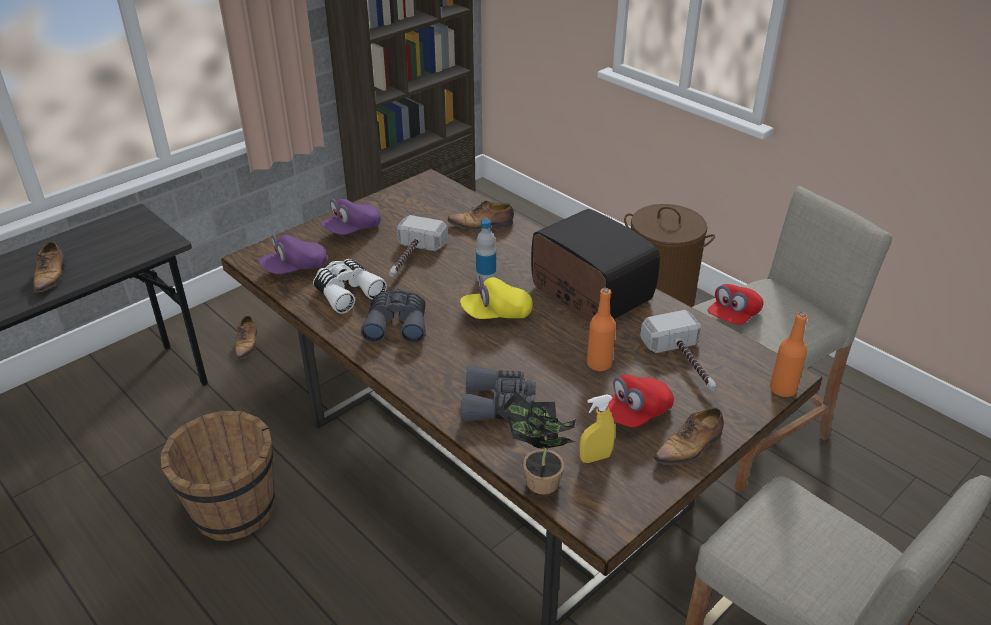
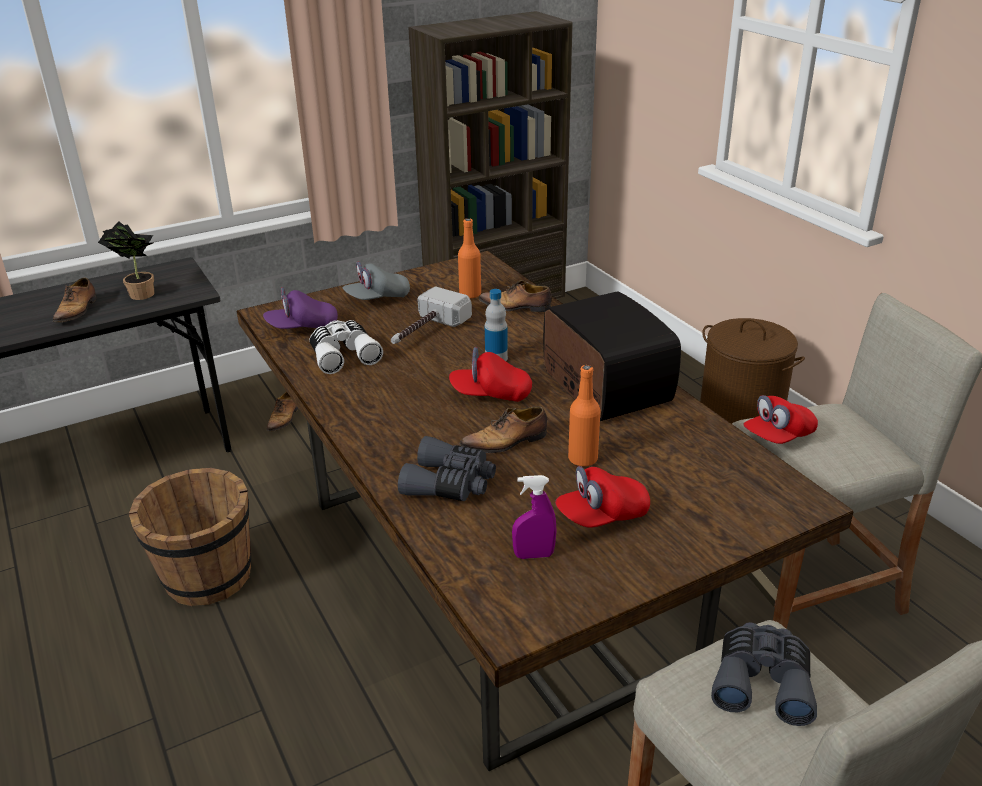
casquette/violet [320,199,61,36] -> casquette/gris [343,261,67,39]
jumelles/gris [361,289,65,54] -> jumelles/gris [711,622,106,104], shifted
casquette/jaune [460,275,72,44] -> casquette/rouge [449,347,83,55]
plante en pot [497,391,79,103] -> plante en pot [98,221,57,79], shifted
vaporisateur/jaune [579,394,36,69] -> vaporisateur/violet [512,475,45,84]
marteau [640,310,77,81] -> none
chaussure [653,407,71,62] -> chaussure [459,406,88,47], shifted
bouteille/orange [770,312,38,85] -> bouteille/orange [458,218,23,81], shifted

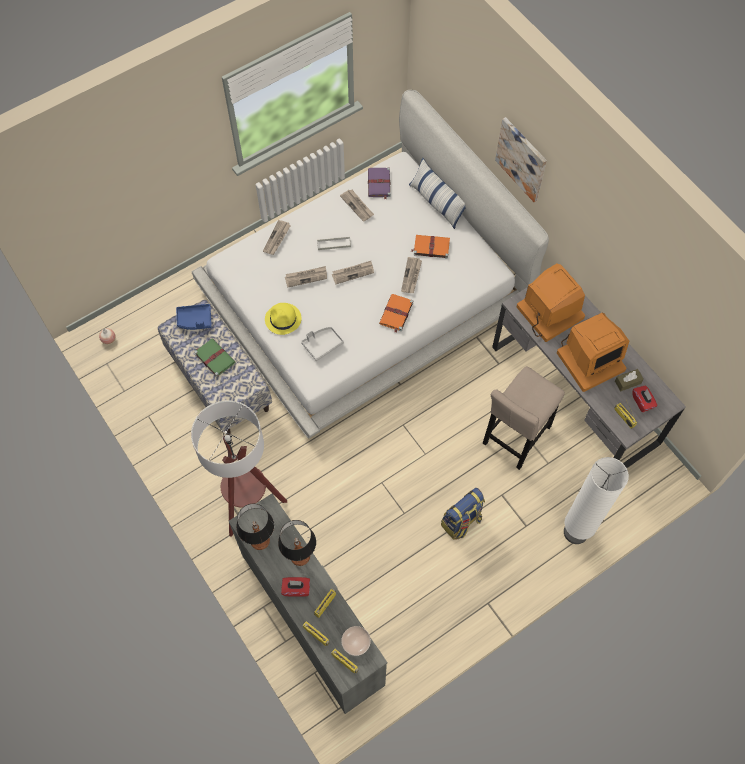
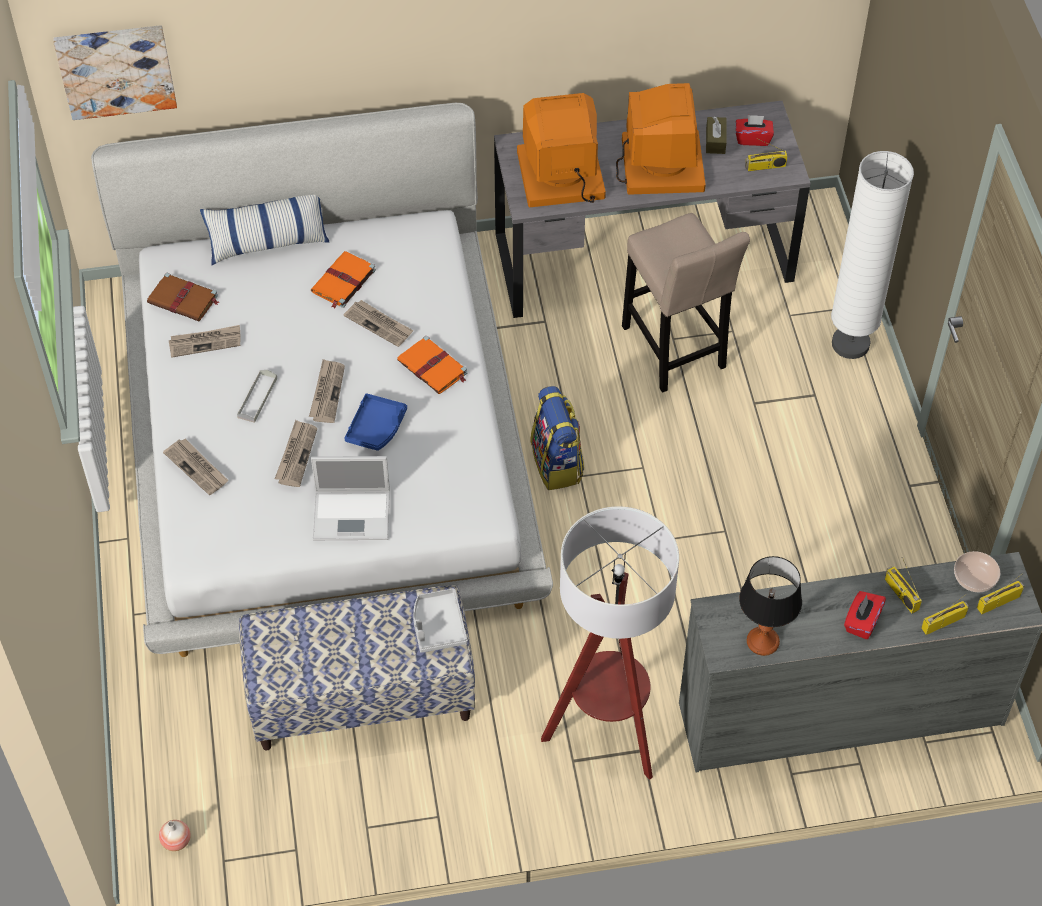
plateau/bleu [176,304,36,26] -> plateau/bleu [345,393,62,58], shifted
livre/vert [194,338,41,39] -> none
chapeau/jaune [265,303,37,32] -> ordinateur portable [311,456,79,84]
lampe de table [278,520,38,46] -> none
plateau/gris [301,327,43,34] -> plateau/gris [413,588,54,65], shifted
livre/violet [368,168,23,32] -> livre/marron [147,273,72,48]
sac à dos [441,488,44,52] -> sac à dos [531,386,53,104], shifted
tableau [495,117,52,85] -> tableau [53,25,124,95], shifted

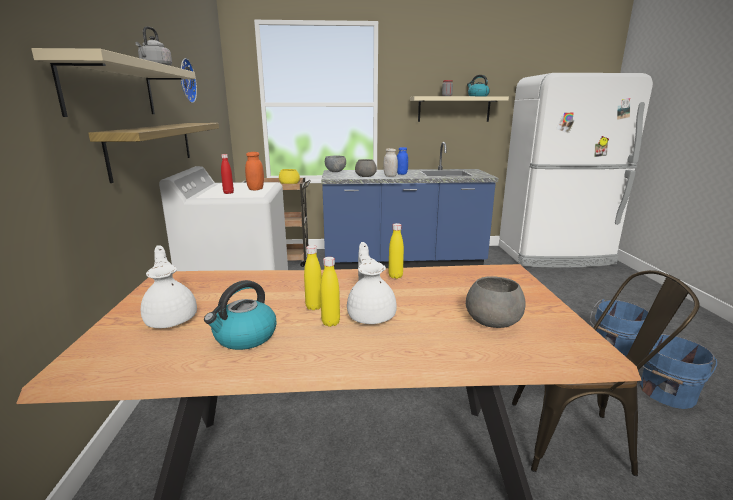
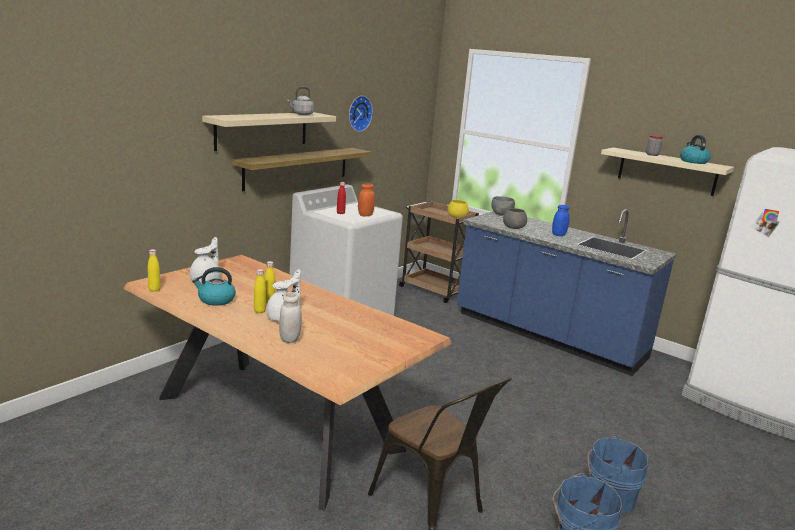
bocal/blanc [383,148,15,29] -> bocal/blanc [279,292,23,51], shifted
bouteille/jaune [388,223,16,56] -> bouteille/jaune [148,249,13,43], shifted
bol/gris [466,276,60,52] -> none

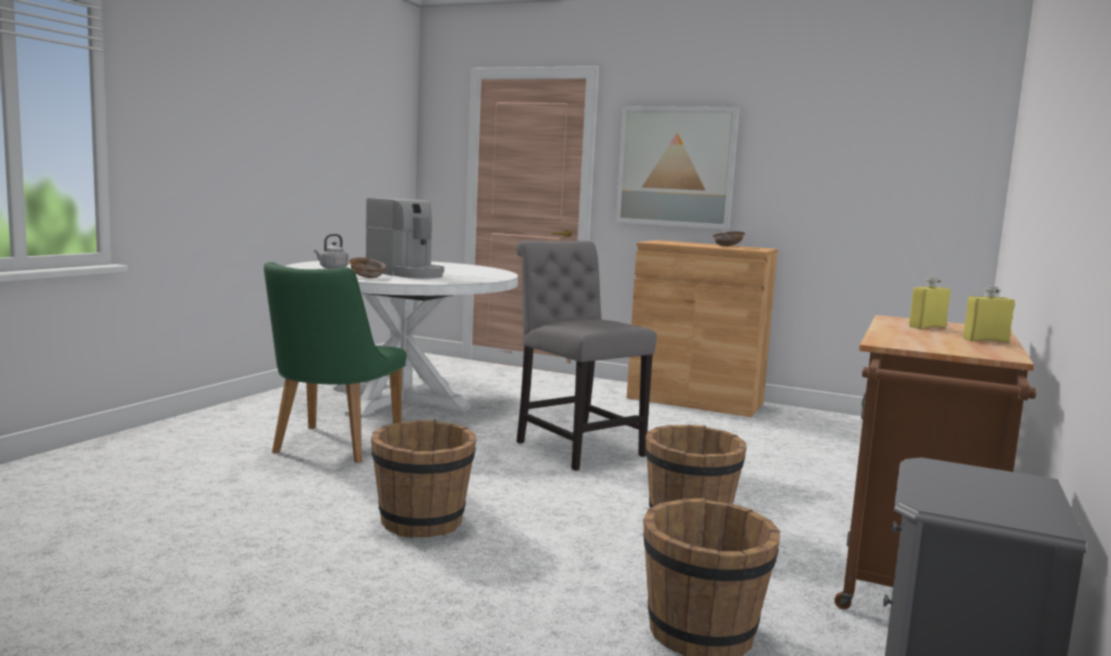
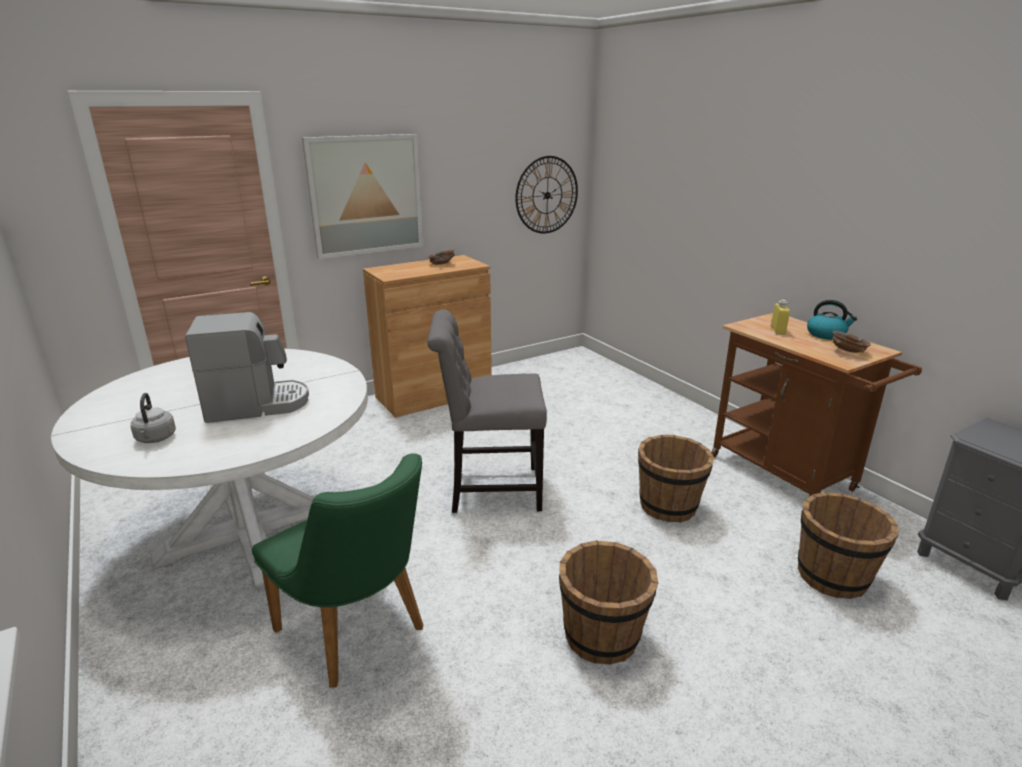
bol/marron [349,257,37,21] -> bol/marron [832,331,39,22], shifted
bouteille/jaune [963,286,52,57] -> bouilloire [807,300,50,40]
none -> horloge murale [515,156,63,78]

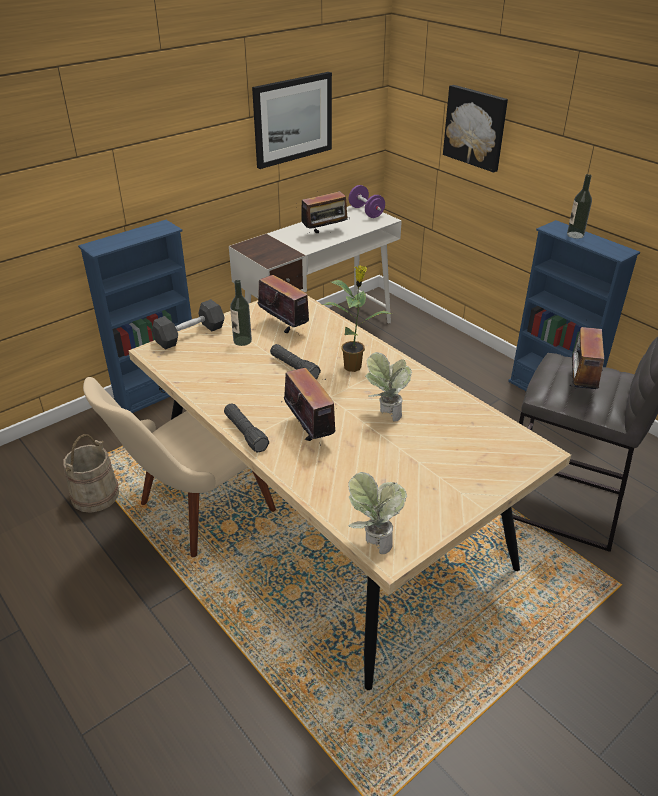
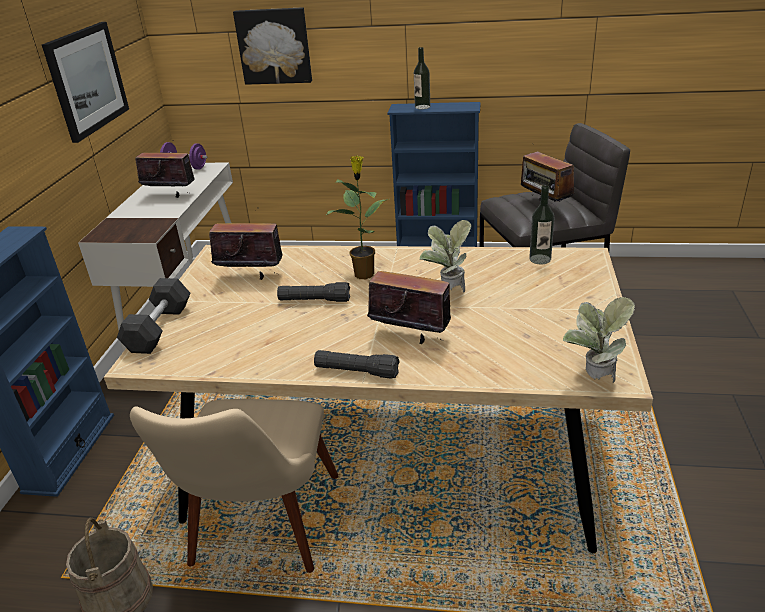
bouteille [230,280,22,66] -> bouteille [529,185,26,79], shifted
radio [301,191,49,43] -> radio [135,153,60,45], 105 degrees counterclockwise

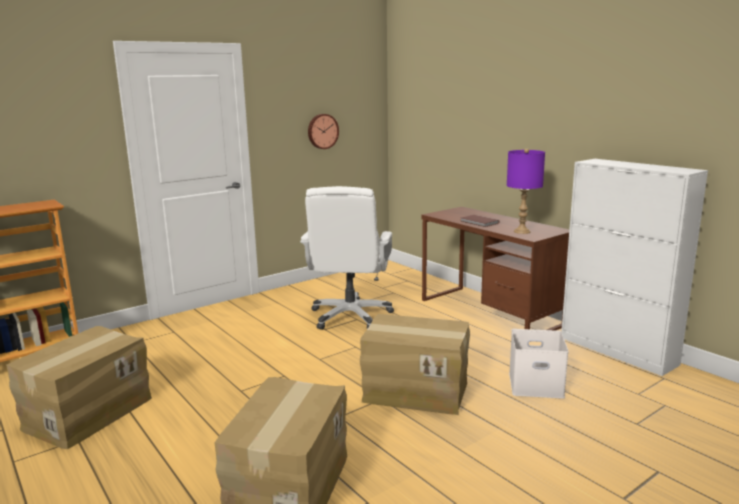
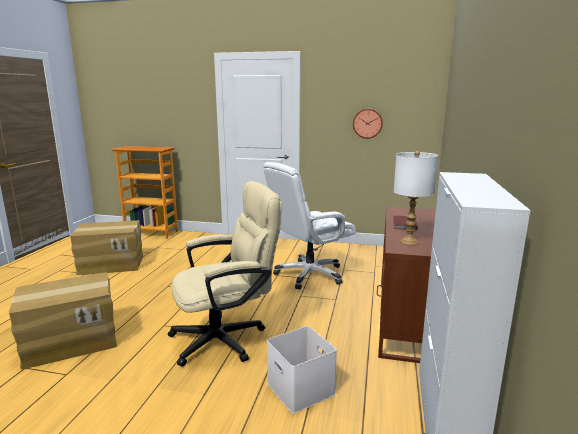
carton [360,314,110,101] -> chaise de bureau/beige [168,181,113,185]
lampe de table/violet [507,149,38,85] -> lampe de table/blanc [394,151,44,94]

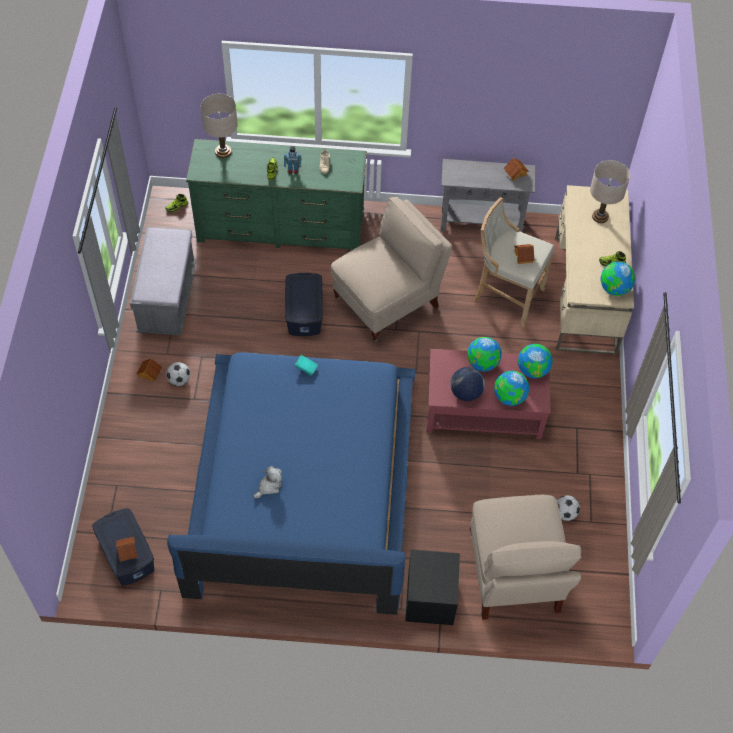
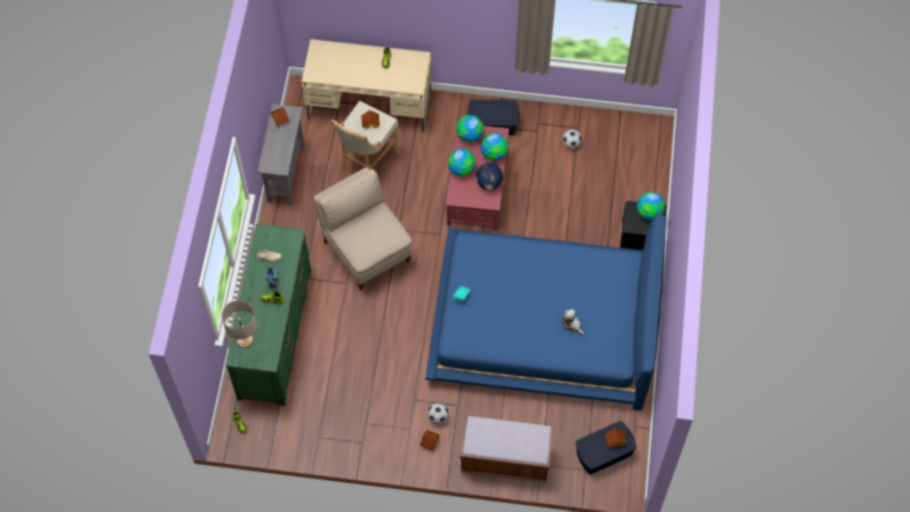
banc/gris [130,227,66,108] -> none
boîte de rangement/bleu [285,273,38,63] -> boîte de rangement/bleu [467,100,53,35], shifted
chaise/beige [470,495,112,125] -> none
lampe de table/beige [590,160,40,63] -> none
globe [600,262,35,34] -> globe [637,192,28,28], shifted
none -> banc/marron [460,416,93,67]

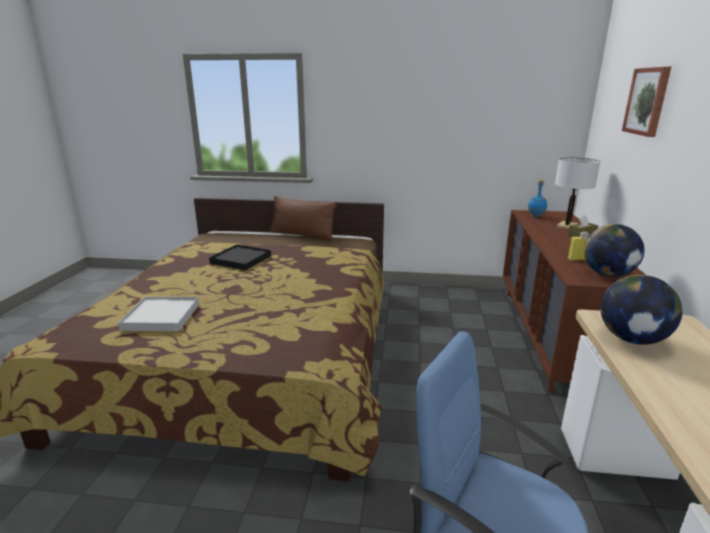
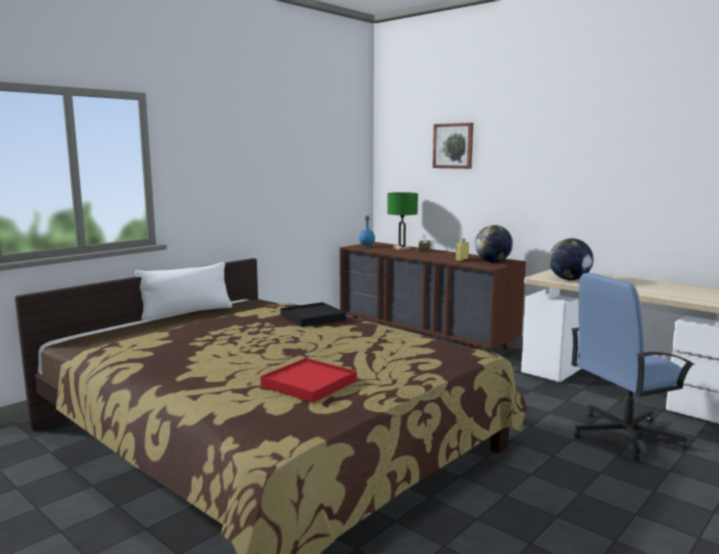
plateau/blanc [118,297,81,34] -> plateau/rouge [260,358,97,45]
plateau/noir [209,244,62,26] -> plateau/noir [280,302,66,25], shifted
coussin/marron [270,195,67,46] -> coussin/blanc [135,262,97,58]
lampe de table/blanc [555,158,45,71] -> lampe de table/vert [387,192,31,58]

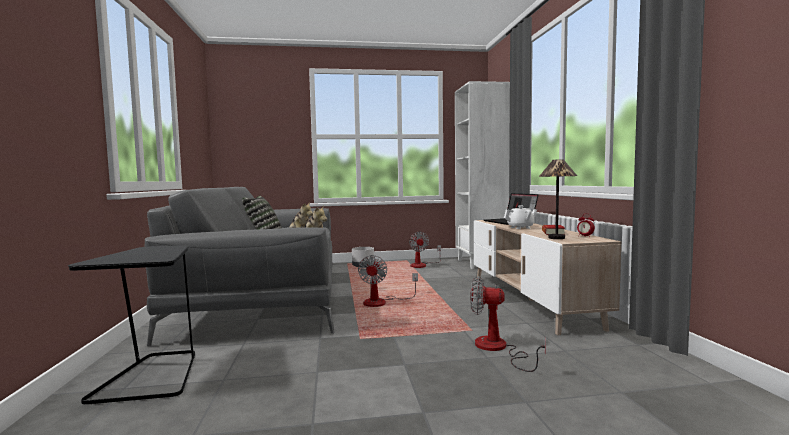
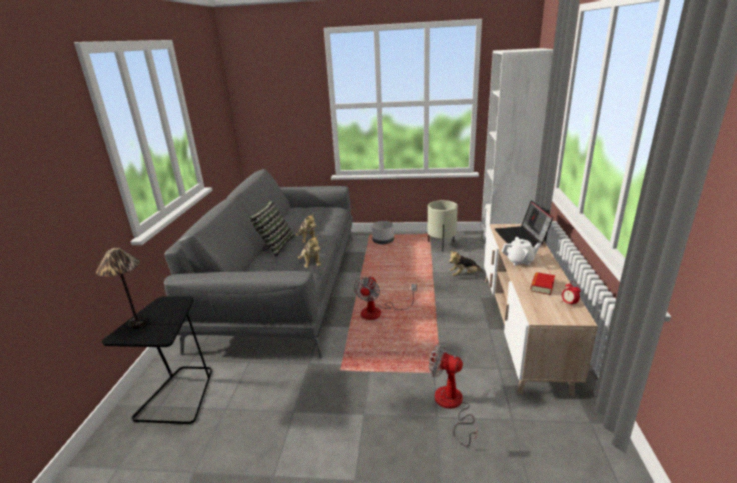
ventilateur [409,232,32,36] -> cache-pot/beige [428,200,30,52]
lampe de table [539,159,38,80] -> lampe de table [96,247,51,81], shifted
none -> peluche [449,251,34,25]

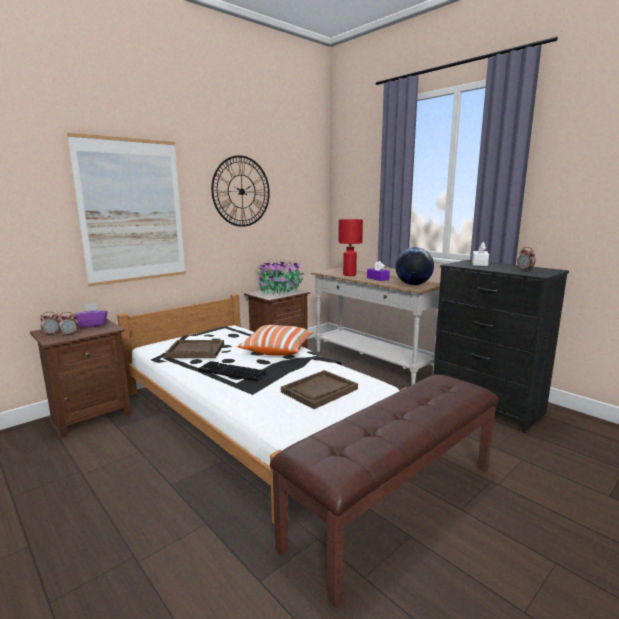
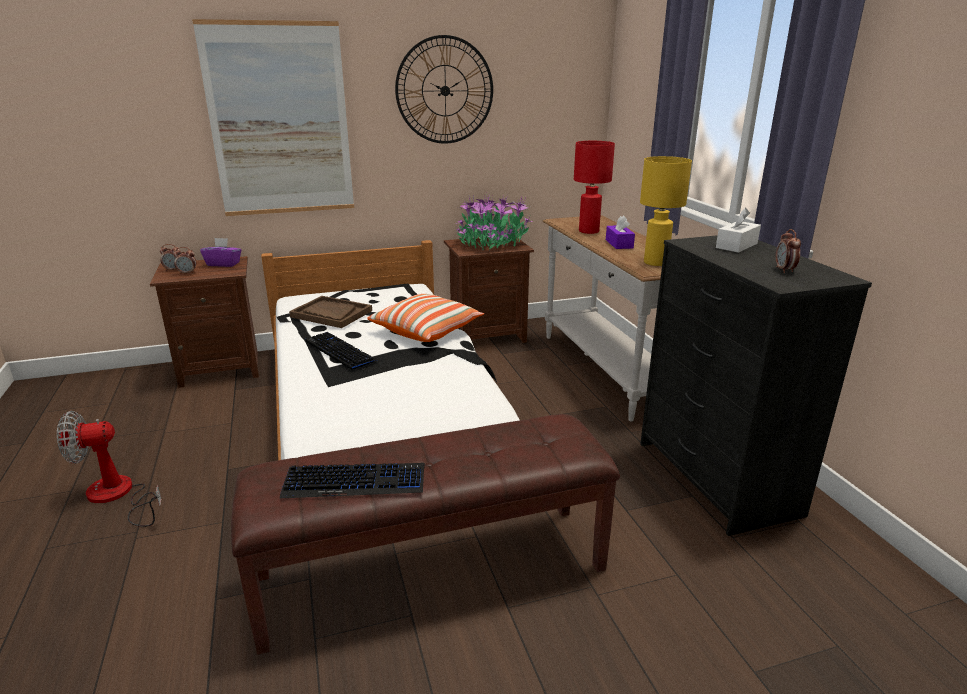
plateau/marron [281,370,77,39] -> none
globe [395,247,39,38] -> lampe de table/jaune [640,156,52,110]
none -> ventilateur [57,411,104,116]
none -> clavier [280,463,145,35]

